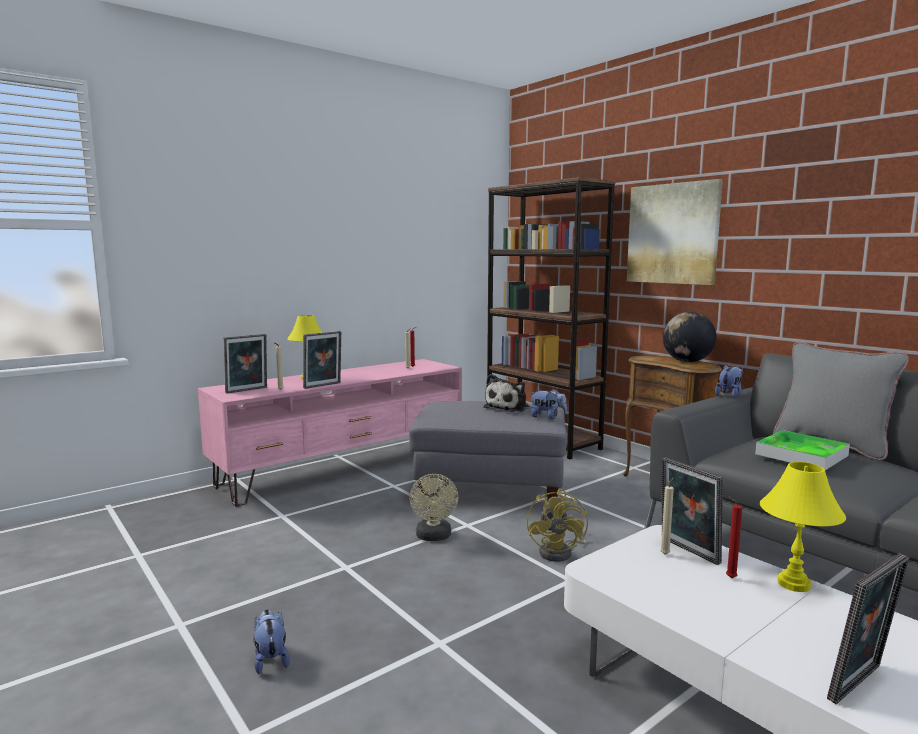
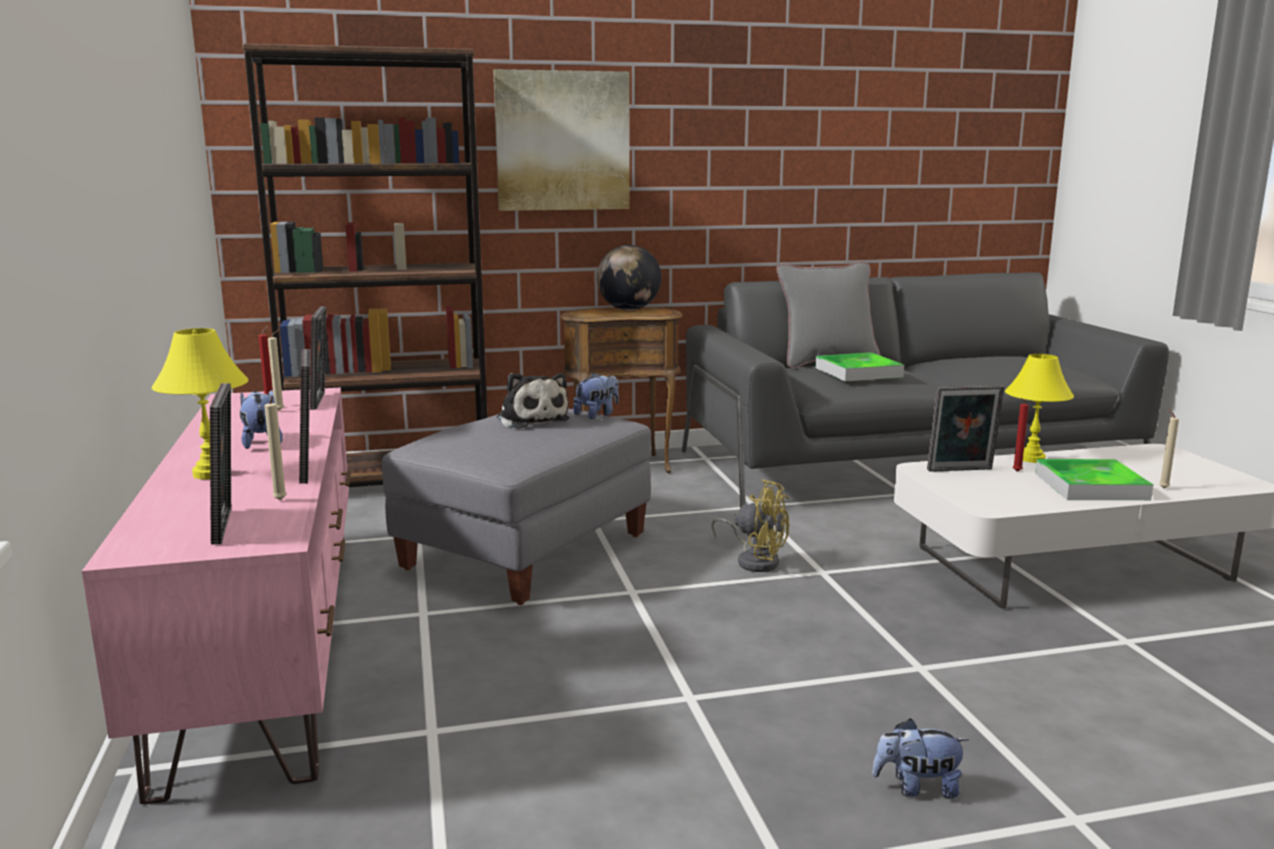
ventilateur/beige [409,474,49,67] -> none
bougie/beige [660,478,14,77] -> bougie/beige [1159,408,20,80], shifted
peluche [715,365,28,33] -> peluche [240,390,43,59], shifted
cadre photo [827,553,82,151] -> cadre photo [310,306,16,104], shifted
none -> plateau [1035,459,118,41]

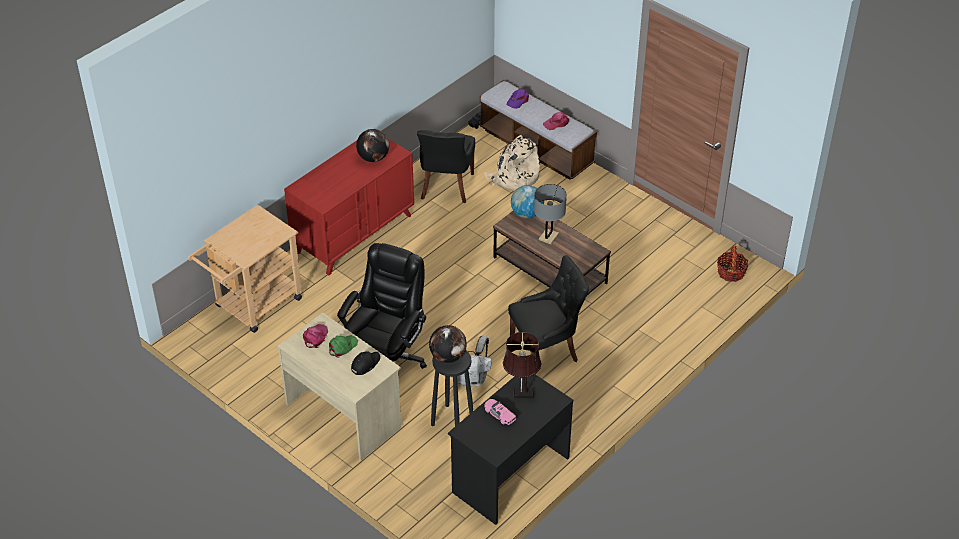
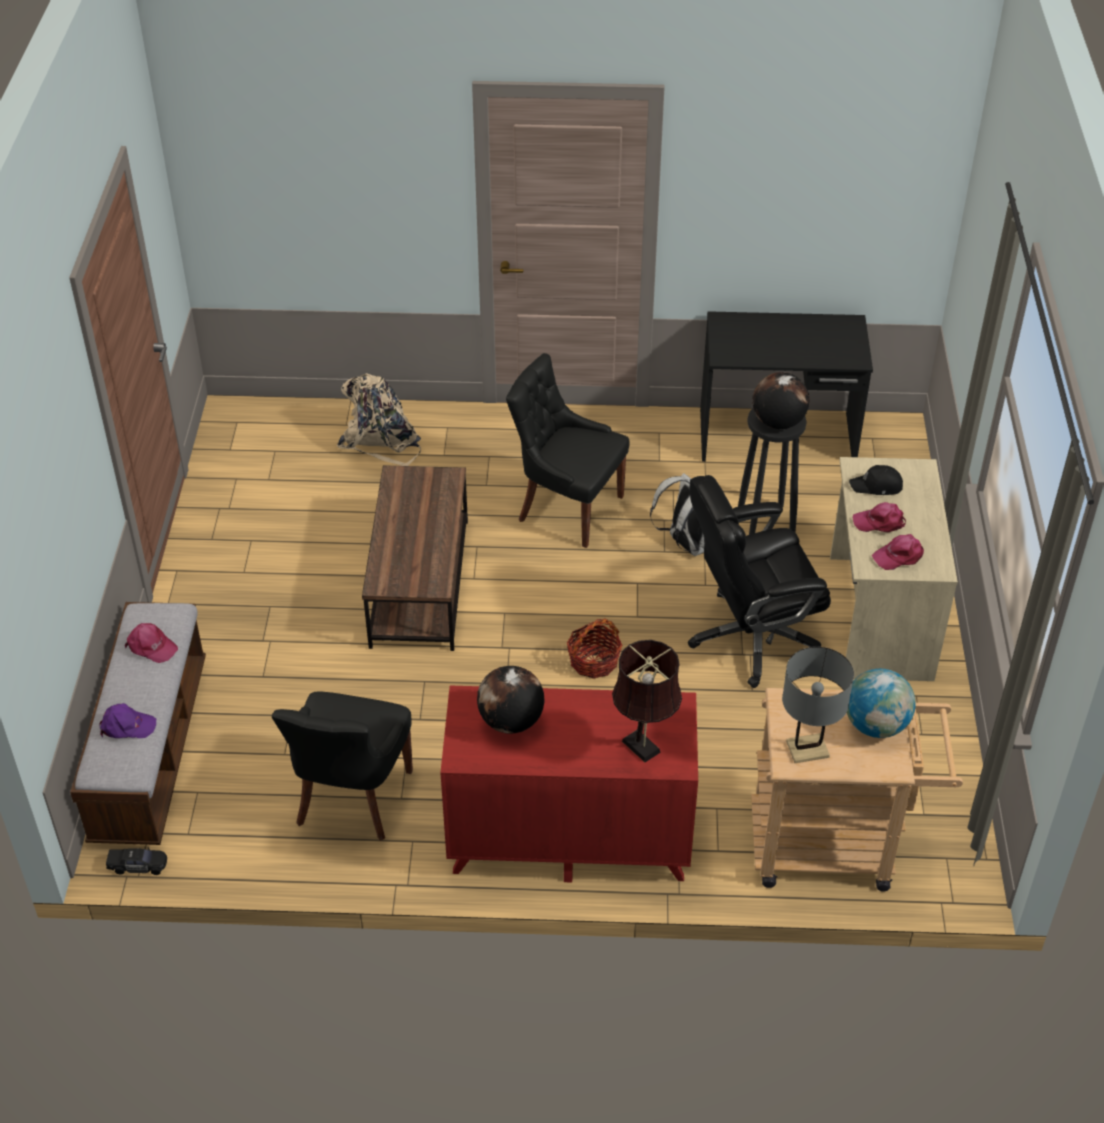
casquette/vert [329,335,29,23] -> casquette/rose [852,502,54,30]
chaise/noir [417,130,58,73] -> chaise/noir [272,691,141,150], 135 degrees clockwise
sac à dos/beige [484,135,56,56] -> sac à dos/beige [337,373,84,93], shifted
petite voiture/rose [485,399,31,26] -> none
lampe de table/marron [503,332,39,66] -> lampe de table/marron [612,640,70,122], shifted
globe [511,185,33,34] -> globe [847,669,69,69], shifted
lampe de table/gris [534,184,33,61] -> lampe de table/gris [782,647,72,116], shifted
panier [717,246,31,36] -> panier [567,618,56,61], shifted

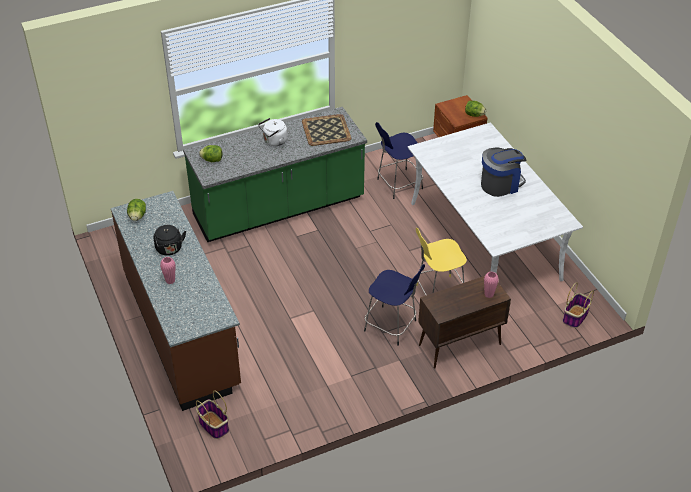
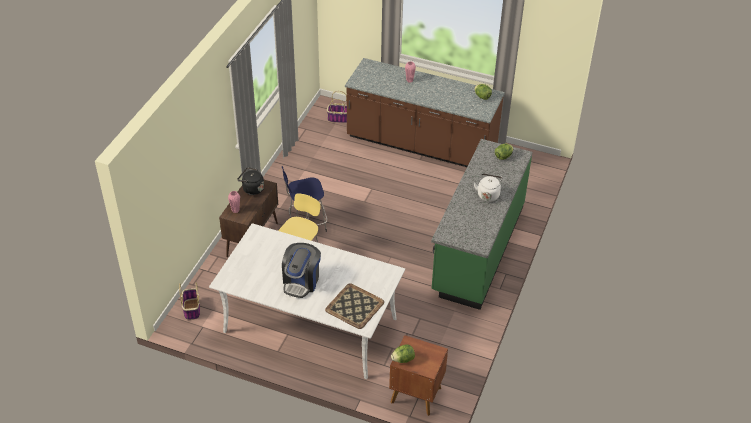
bouilloire/noir [154,225,32,31] -> bouilloire/noir [237,167,27,28], shifted
plateau [302,114,49,32] -> plateau [325,283,59,46], shifted
tabouret/bleu [375,122,48,77] -> none

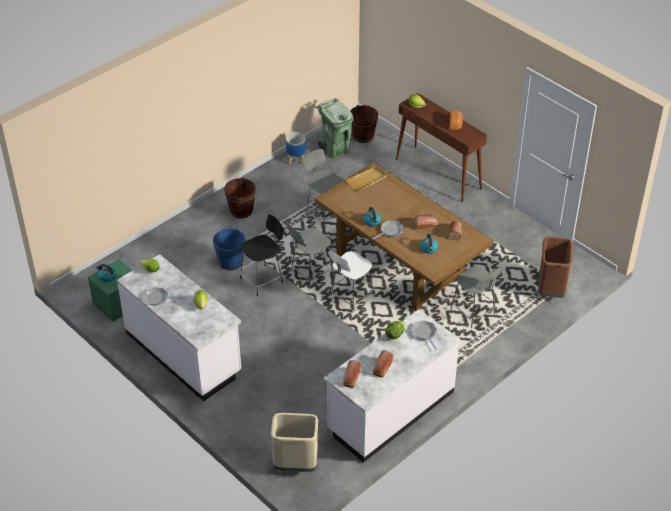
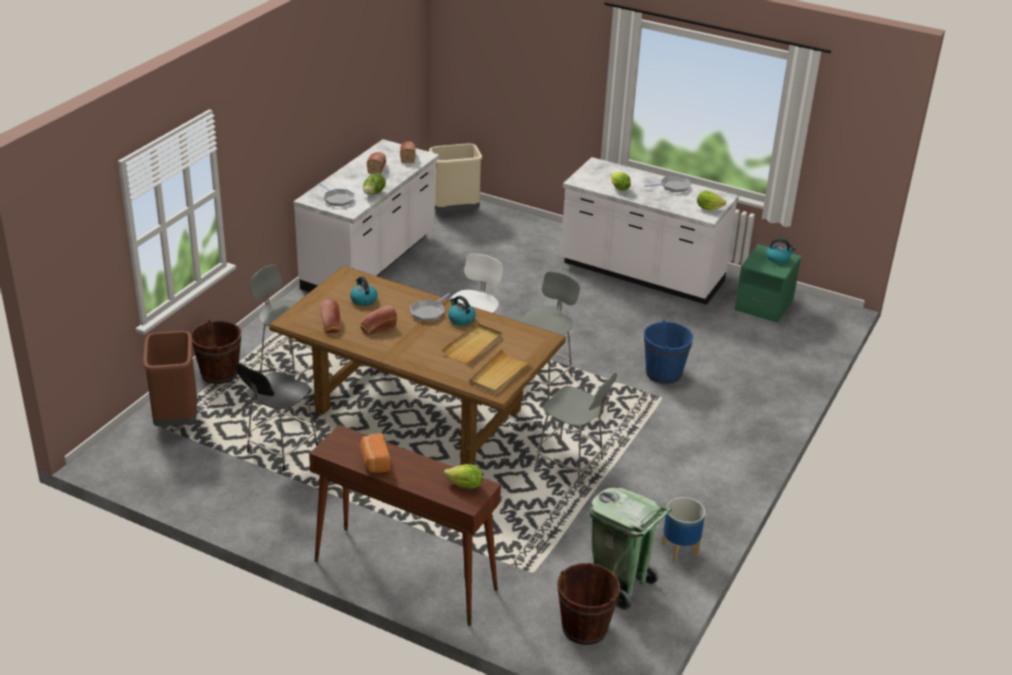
seau/marron [224,177,32,42] -> seau/marron [190,320,51,64], shifted
chaise/noir [240,214,44,82] -> chaise/noir [236,364,82,107], shifted
none -> plateau/beige [441,324,61,39]

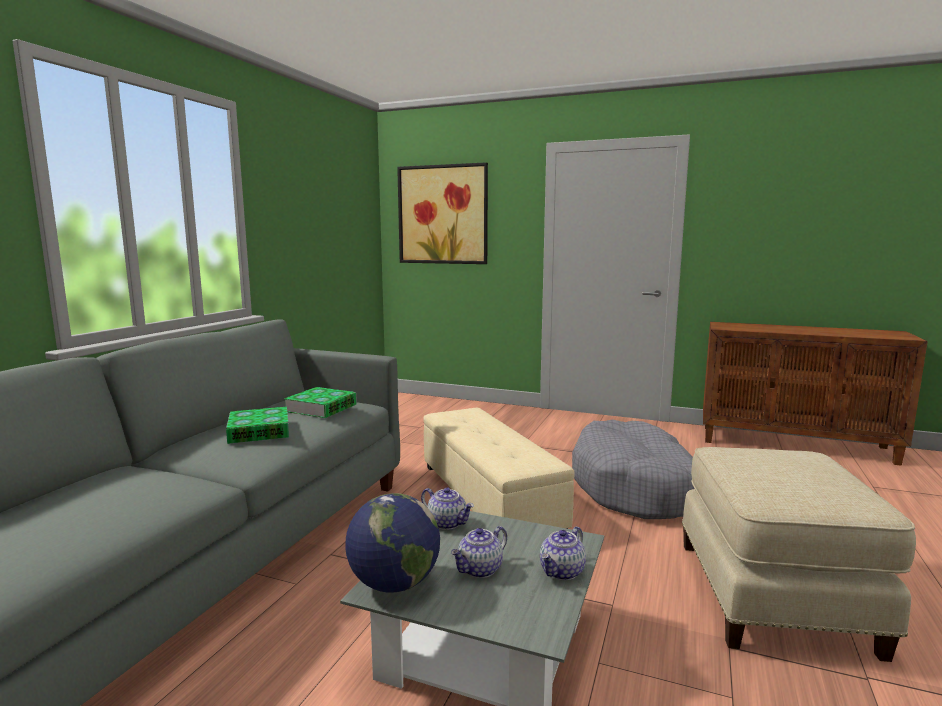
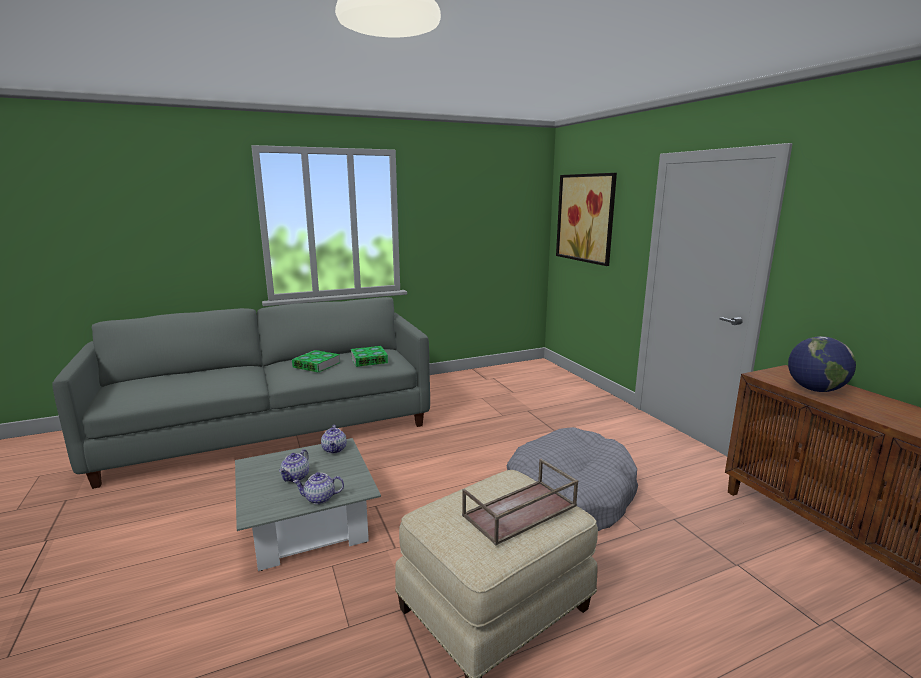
globe [345,493,95,100] -> globe [788,336,68,56], shifted
pouf/beige [423,408,152,121] -> none
théière [451,526,56,52] -> théière [279,449,30,33], 75 degrees counterclockwise
none -> plateau/marron [462,459,116,87]

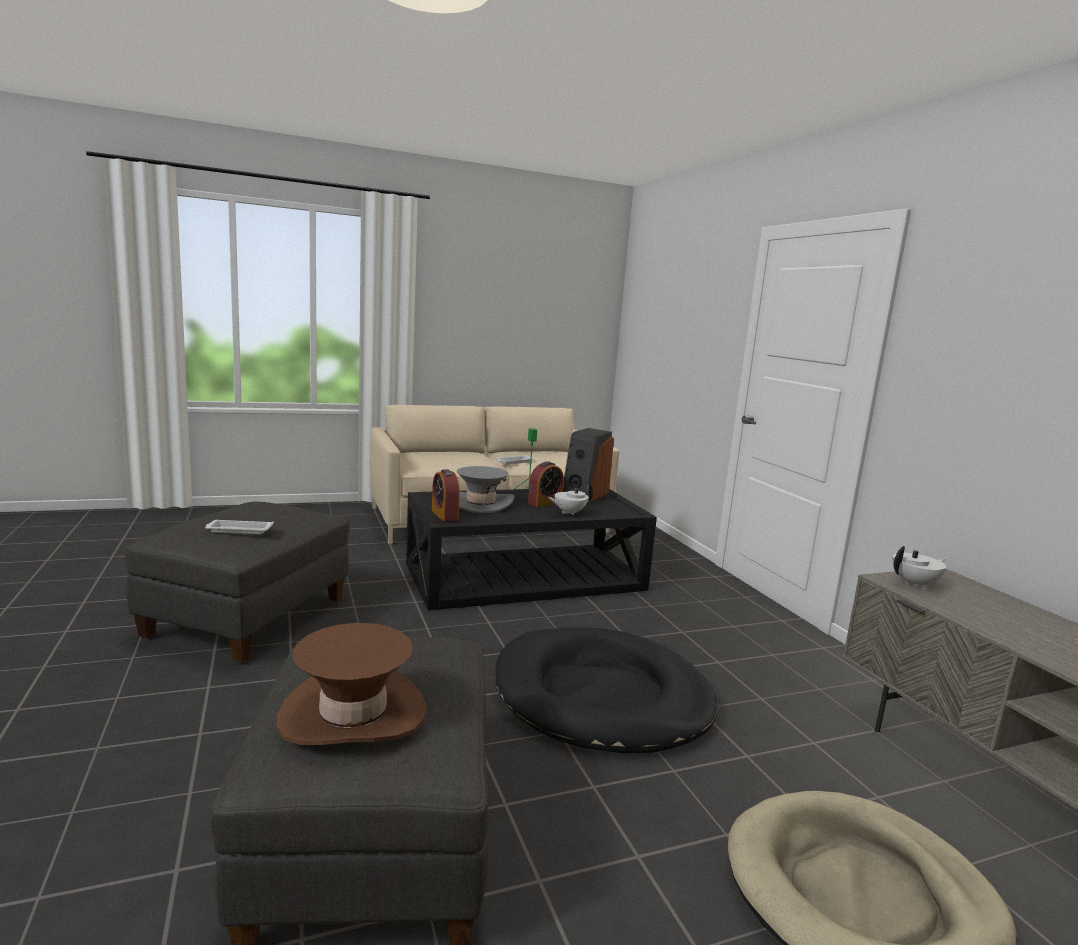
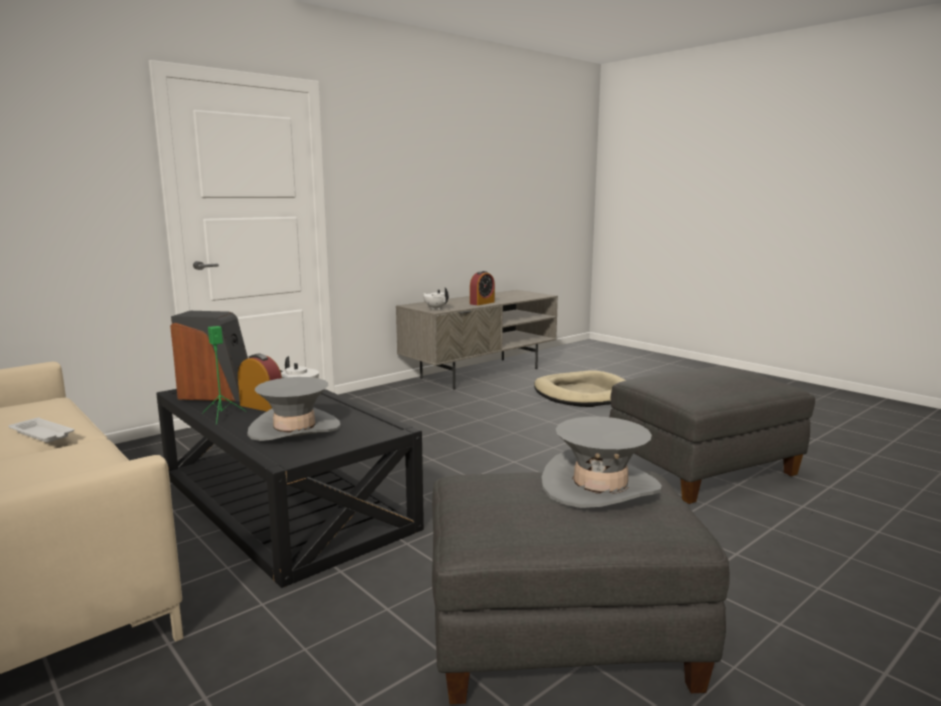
plateau/blanc [205,520,69,14] -> chapeau/gris [541,417,121,91]
chapeau/marron [276,623,151,122] -> none
réveil [432,469,28,52] -> réveil [470,271,25,34], shifted
panier pour chien/noir [495,627,223,126] -> none

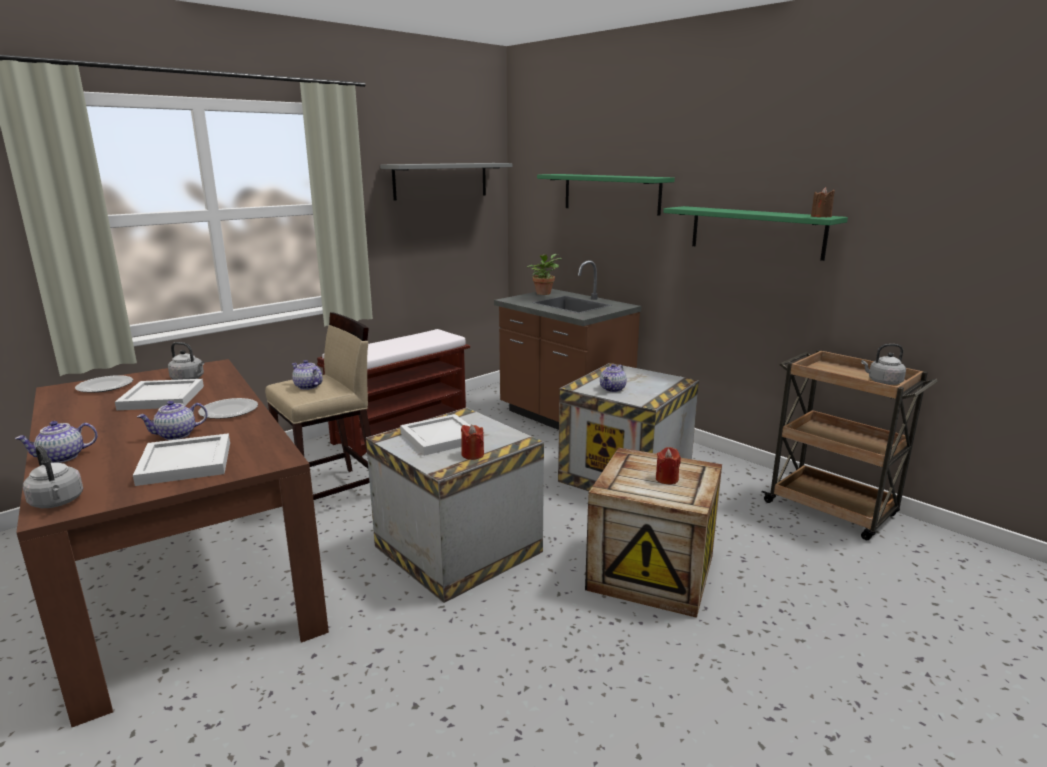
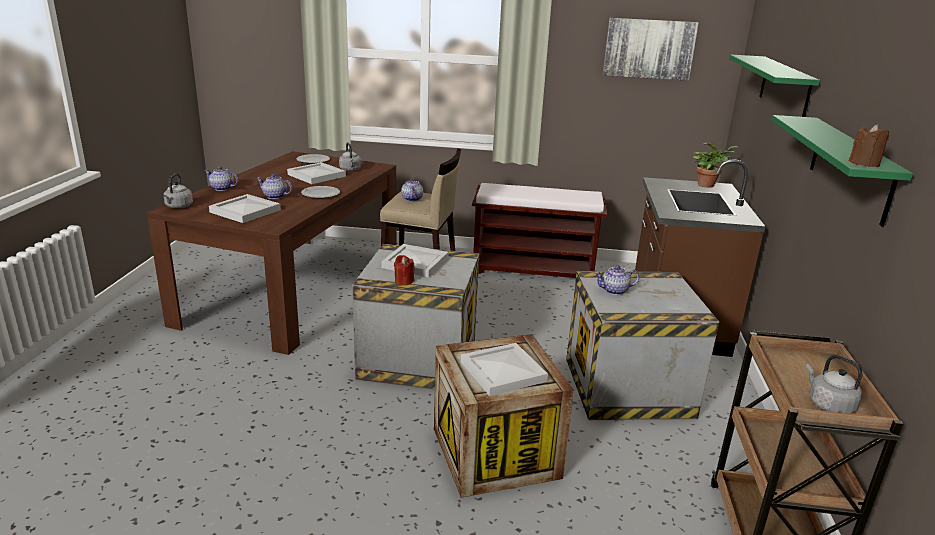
étagère/gris [380,163,132,38] -> tableau [603,18,96,63]
bougie/rouge [656,447,25,37] -> plateau/blanc [461,343,87,53]

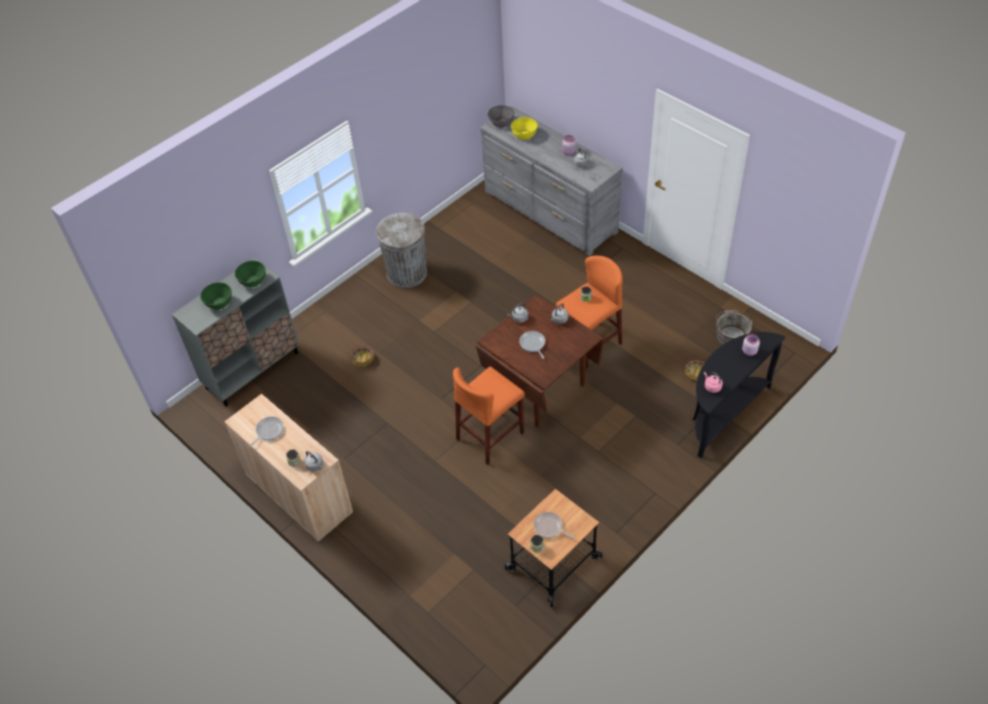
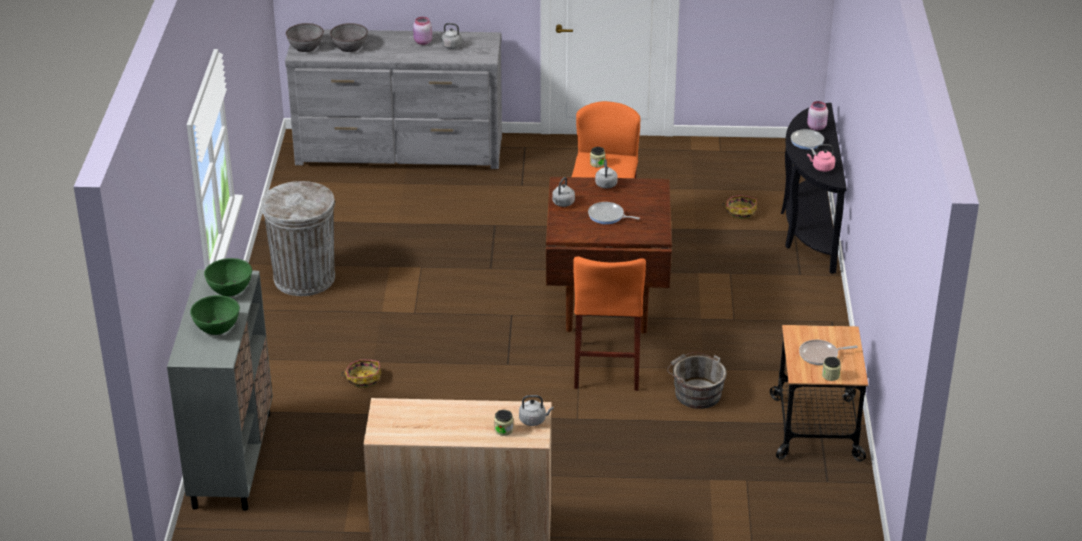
poêle [249,417,34,30] -> poêle [791,129,33,26], shifted
bol/jaune [511,117,27,23] -> bol/gris [330,23,38,29]
seau/gris [716,310,36,35] -> seau/gris [667,352,59,57], shifted

